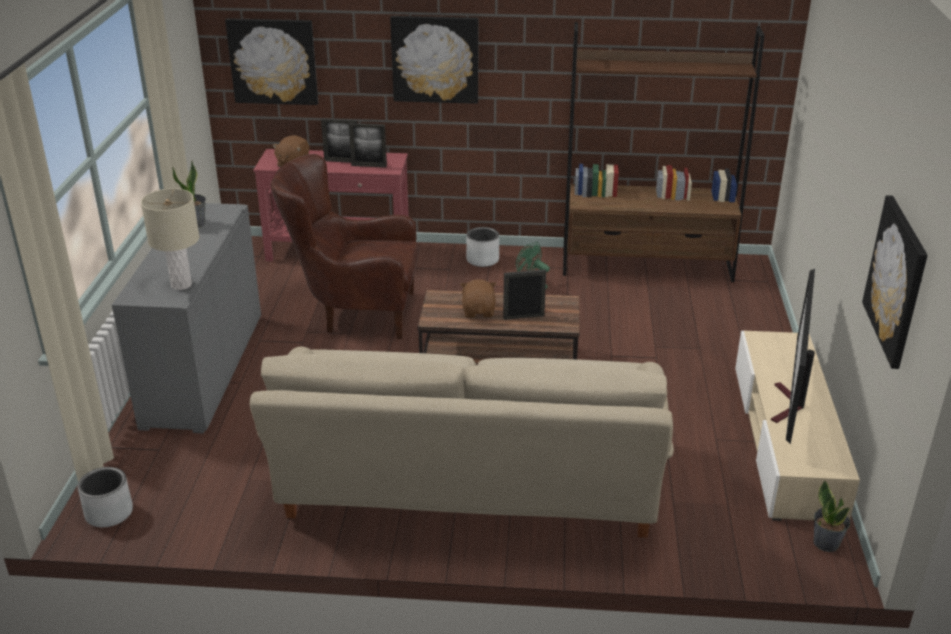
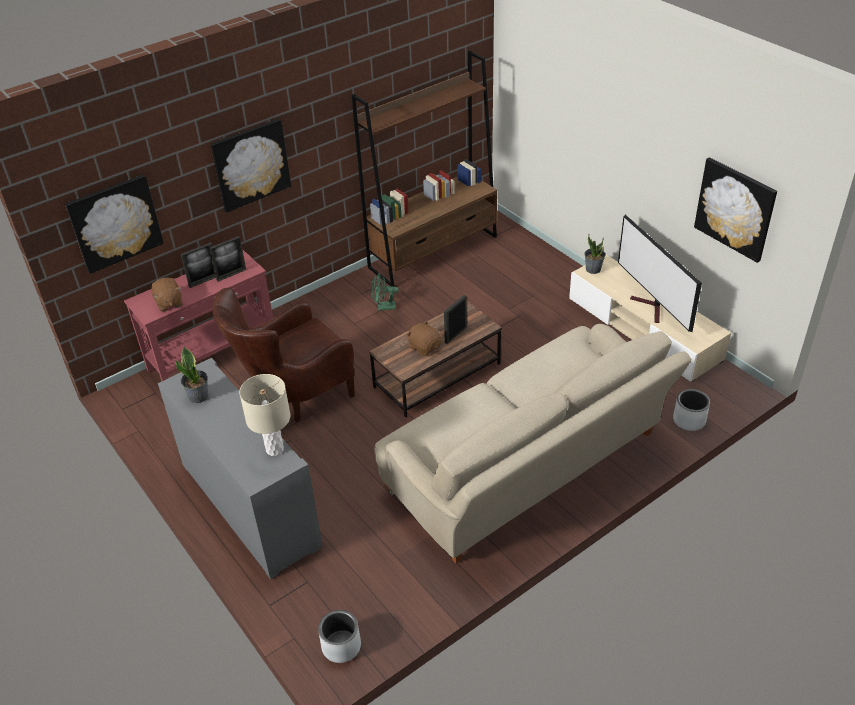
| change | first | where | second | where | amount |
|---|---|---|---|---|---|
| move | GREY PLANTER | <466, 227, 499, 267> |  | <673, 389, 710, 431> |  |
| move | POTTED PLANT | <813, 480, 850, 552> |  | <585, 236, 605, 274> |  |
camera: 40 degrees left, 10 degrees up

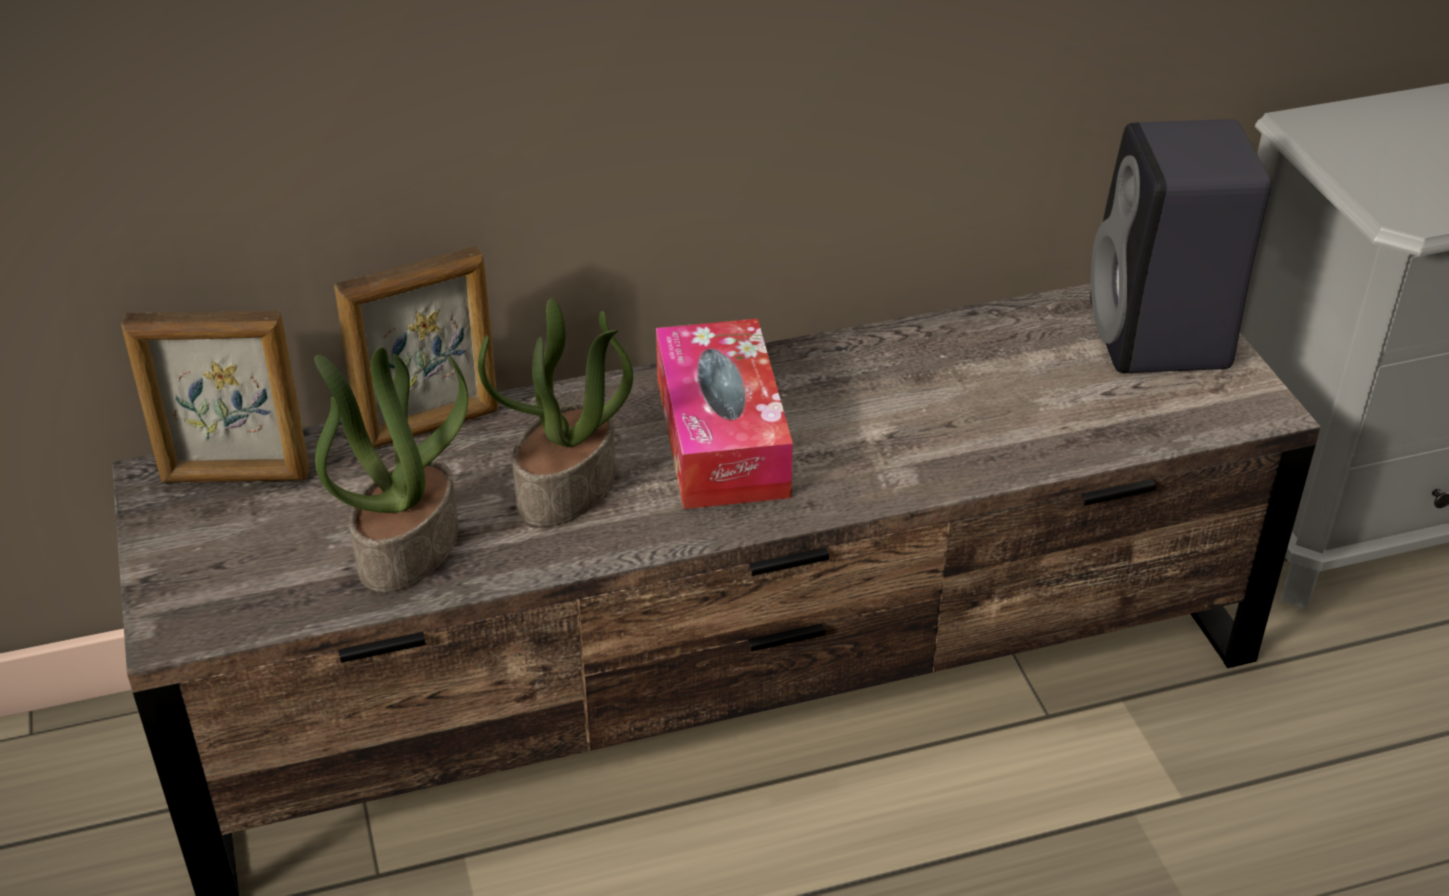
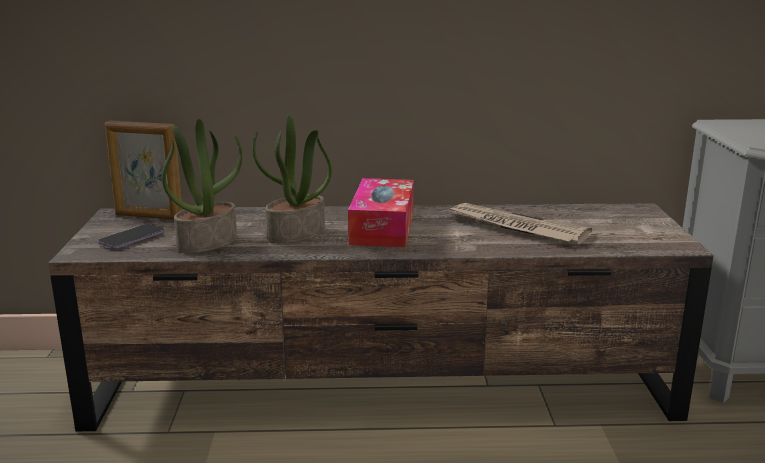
| change | first | where | second | where | amount |
|---|---|---|---|---|---|
| delete | PICTURE FRAME | <334, 246, 498, 448> |  |  |  |
| delete | BLACK SPEAKER | <1090, 119, 1271, 373> |  |  |  |
| insert |  |  | PHONE | <98, 224, 164, 249> |  |
| insert |  |  | NEWSPAPER | <446, 203, 592, 244> |  |
camera: 15 degrees right, 20 degrees down

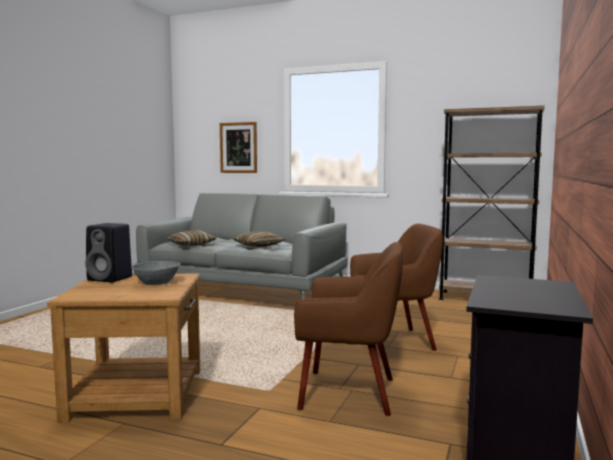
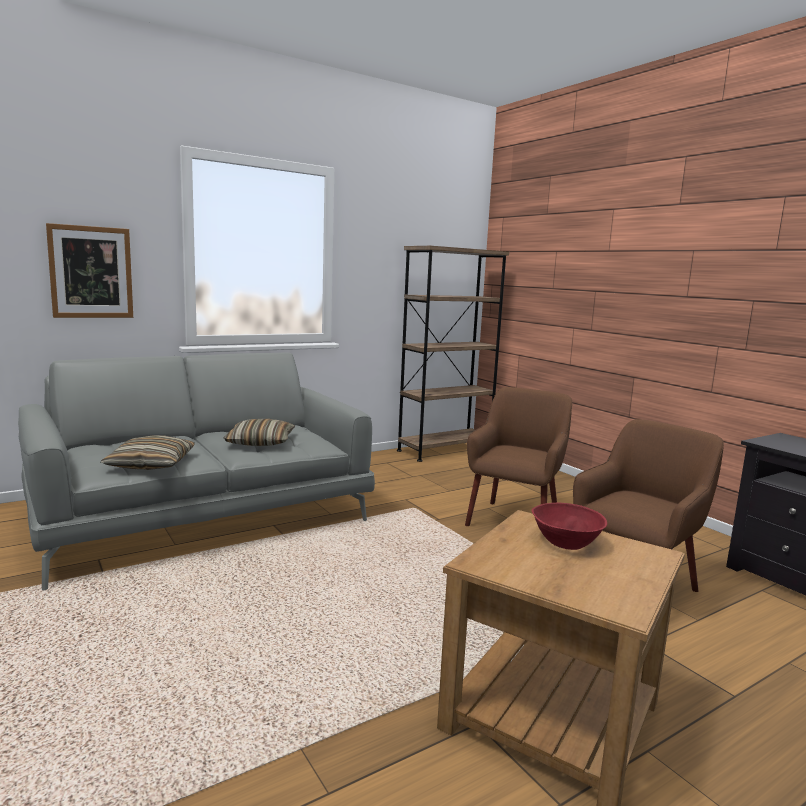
| change | first | where | second | where | amount |
|---|---|---|---|---|---|
| delete | BLACK SPEAKER | <85, 223, 132, 282> |  |  |  |
| recolor | GREY BOWL | <131, 261, 181, 285> | RED BOWL | <532, 503, 607, 550> |  |
camera: 55 degrees left, 5 degrees up

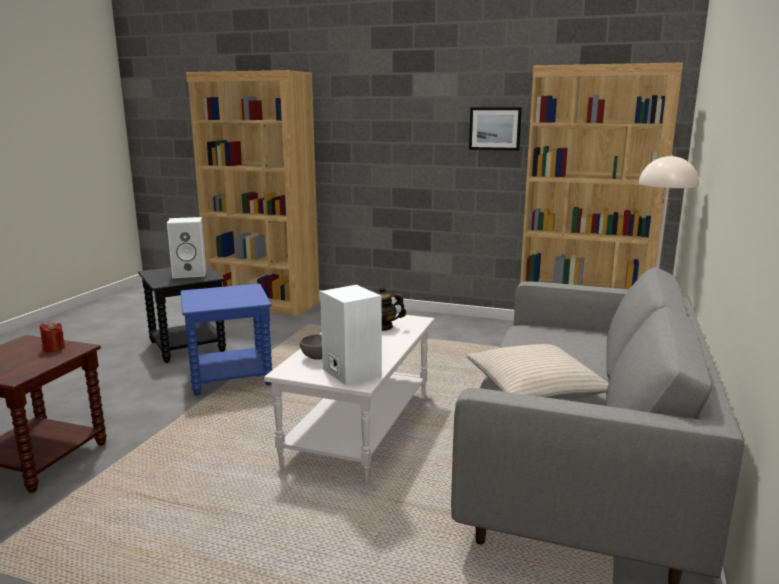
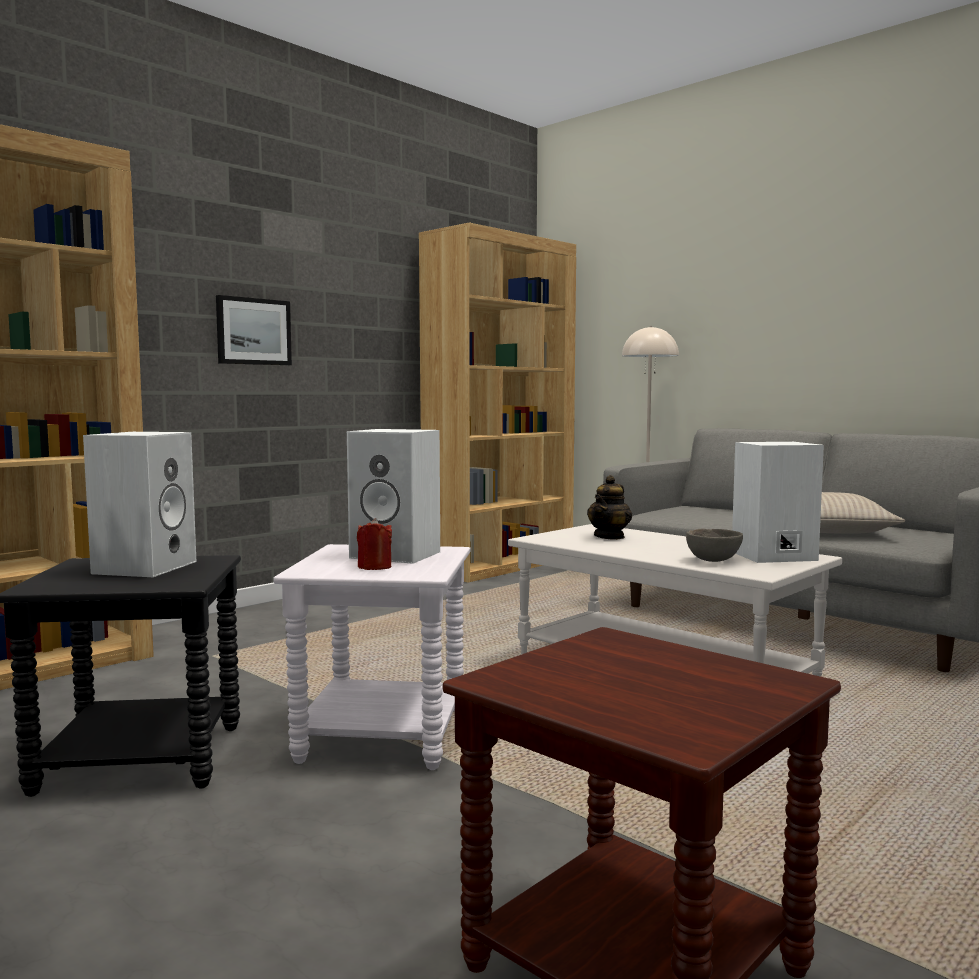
| change | first | where | second | where | amount |
|---|---|---|---|---|---|
| move | RED CANDLE | <40, 321, 65, 352> |  | <357, 518, 392, 570> |  |
| recolor | BLUE SIDE TABLE | <180, 284, 272, 395> | WHITE SIDE TABLE | <273, 544, 471, 770> |  |
| move | PICTURE | <469, 107, 522, 151> |  | <216, 295, 292, 365> |  |
| insert |  |  | WHITE SPEAKER | <347, 429, 440, 564> |  |
camera: 65 degrees left, 10 degrees down

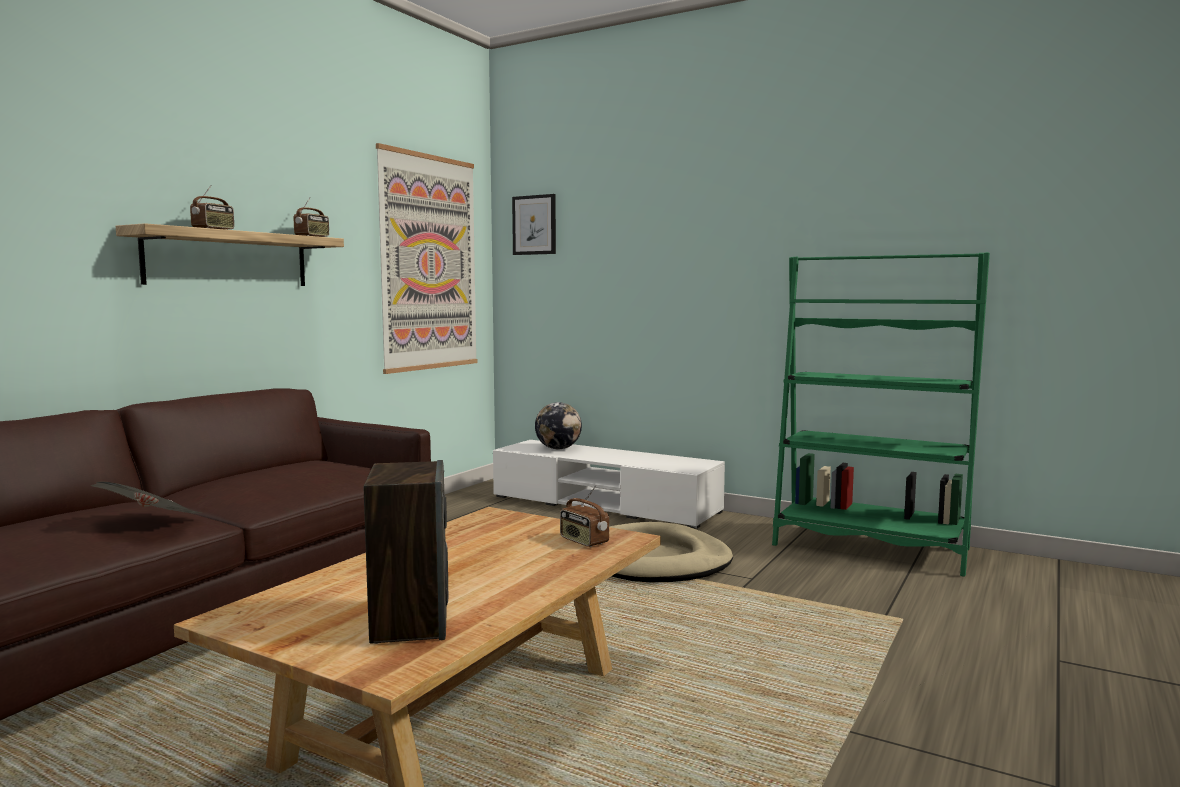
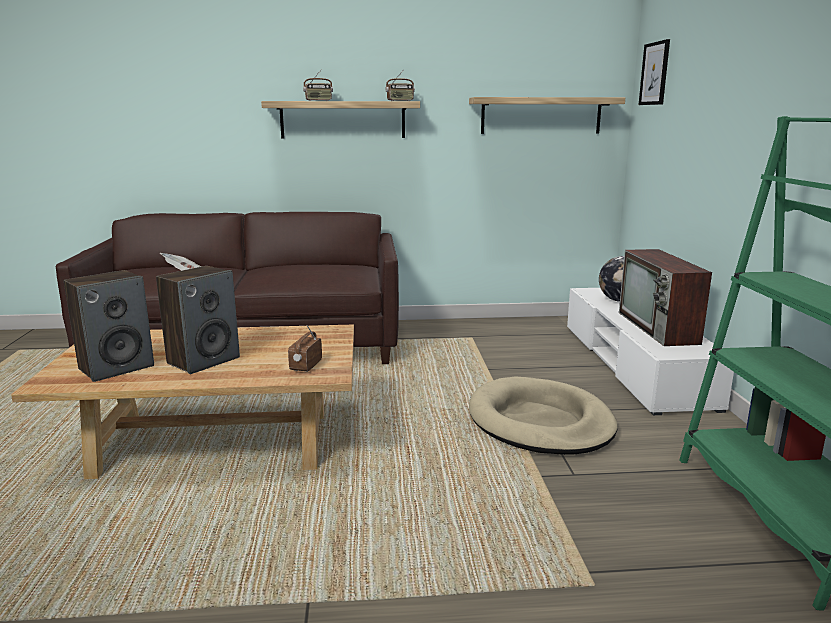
| change | first | where | second | where | amount |
|---|---|---|---|---|---|
| replace | PICTURE | <376, 143, 478, 374> | SHELF | <469, 97, 625, 134> |  |
| insert |  |  | SPEAKER | <156, 266, 240, 374> |  |
| insert |  |  | TELEVISION | <619, 249, 712, 346> |  |
camera: 55 degrees right, 10 degrees up

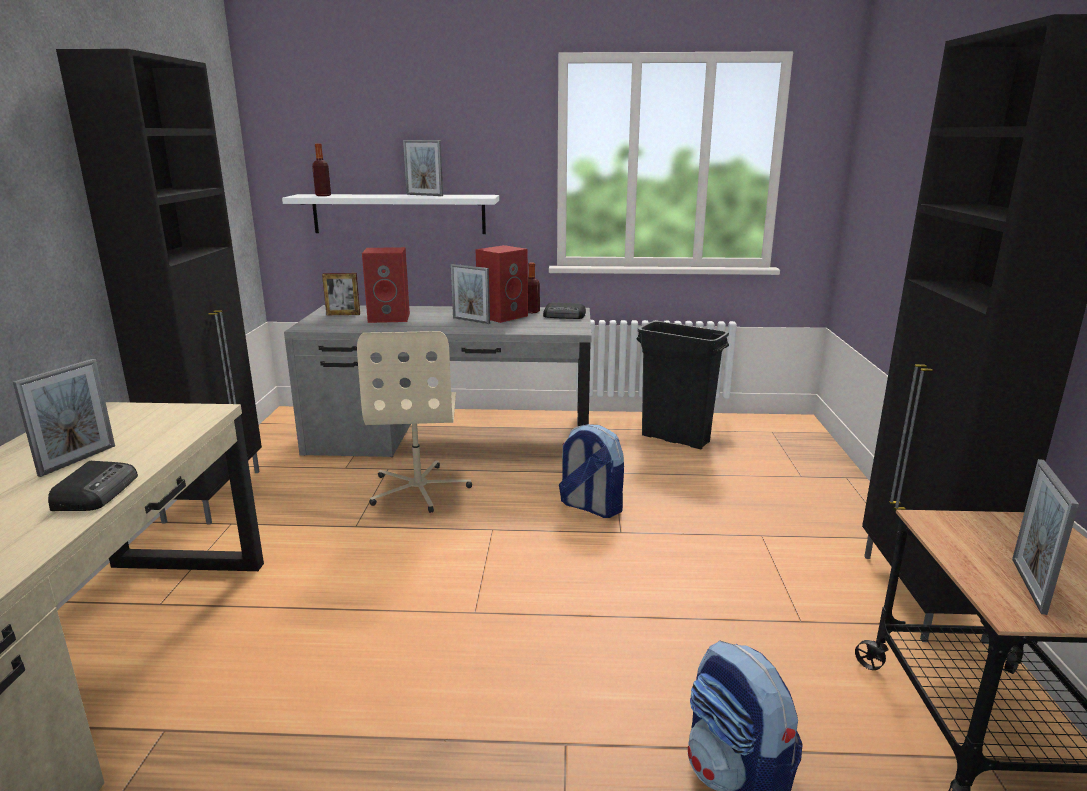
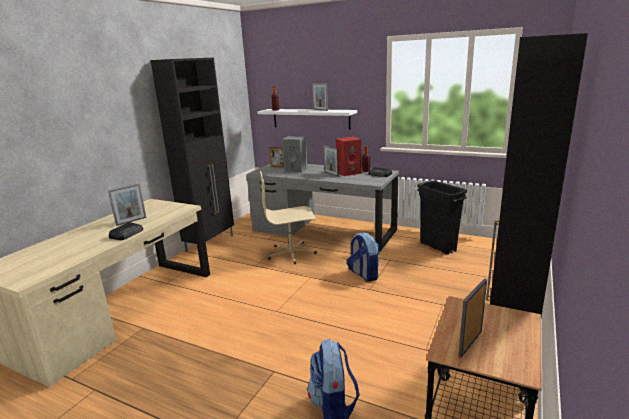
| change | first | where | second | where | amount |
|---|---|---|---|---|---|
| rotate | BEIGE OFFICE CHAIR | <357, 331, 472, 513> |  | <260, 171, 317, 265> | 60 degrees clockwise |
| recolor | RED SPEAKER | <362, 247, 410, 323> | GREY SPEAKER | <282, 136, 307, 173> |  |
camera: 25 degrees right, 0 degrees up

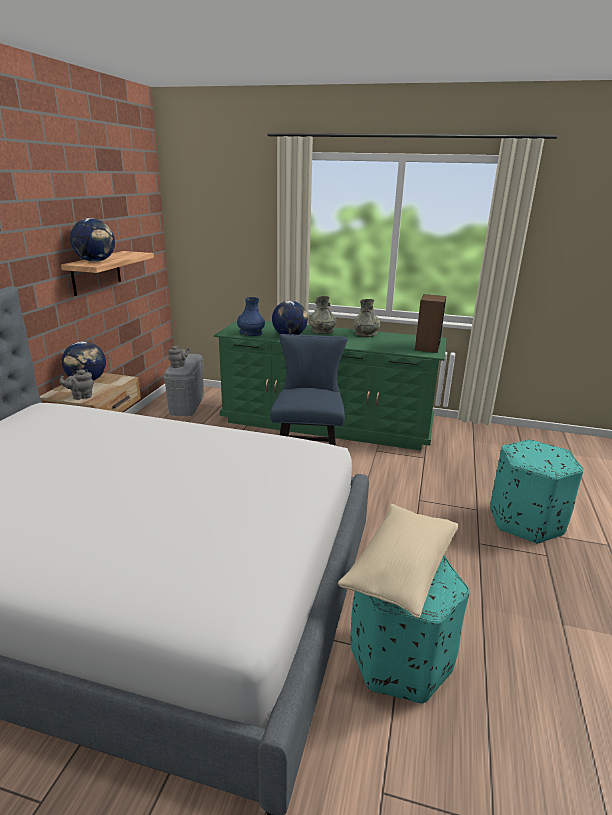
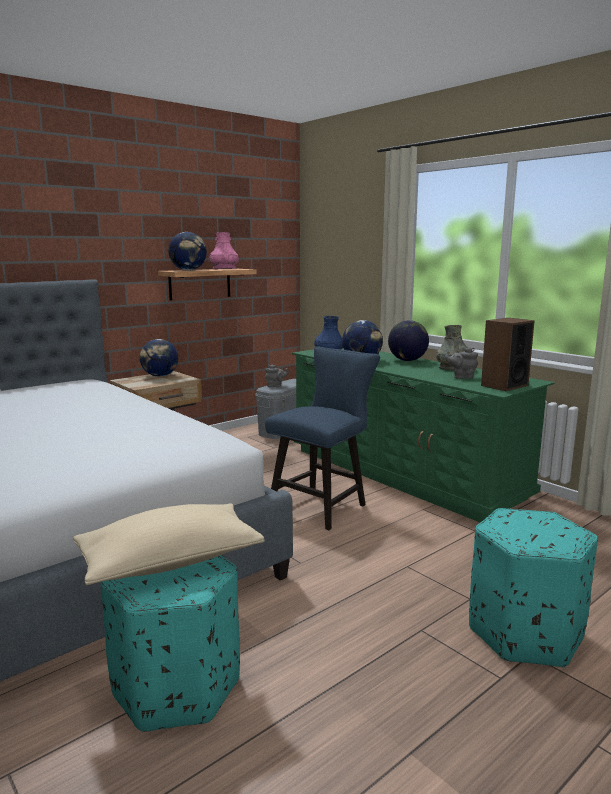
| change | first | where | second | where | amount |
|---|---|---|---|---|---|
| move | GREY TEAPOT | <59, 369, 94, 400> |  | <445, 347, 478, 379> |  |
| replace | GREY VASE | <309, 296, 336, 334> | GLOBE | <388, 320, 429, 361> |  |
| insert |  |  | PINK VASE | <209, 232, 239, 269> |  |
camera: 35 degrees right, 10 degrees down

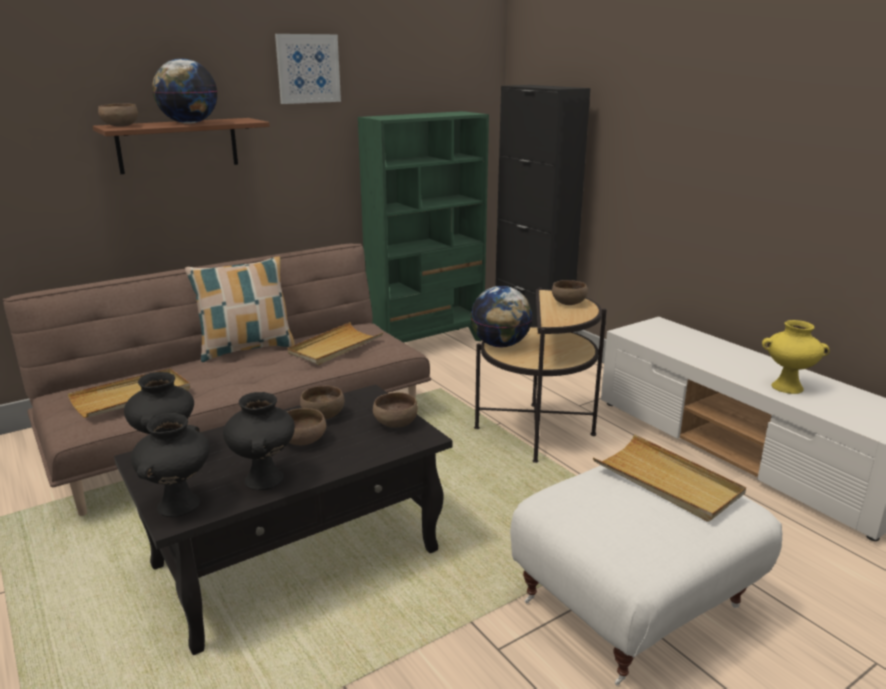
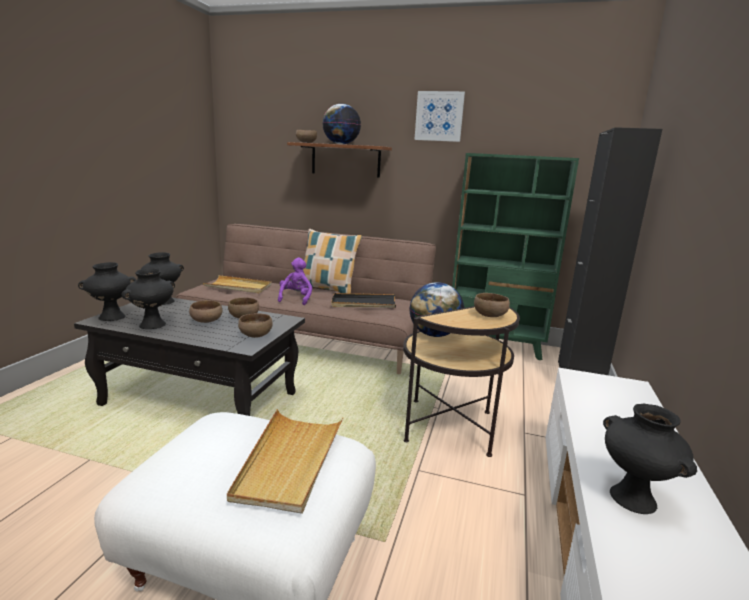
| change | first | where | second | where | amount |
|---|---|---|---|---|---|
| recolor | BEIGE TRAY | <288, 322, 383, 365> | BLACK TRAY | <331, 293, 396, 308> |  |
| recolor | YELLOW VASE | <762, 320, 830, 394> | BLACK VASE | <603, 403, 697, 514> |  |
| insert |  |  | PURPLE PLUSH TOY | <278, 258, 312, 305> |  |
camera: 50 degrees right, 5 degrees down

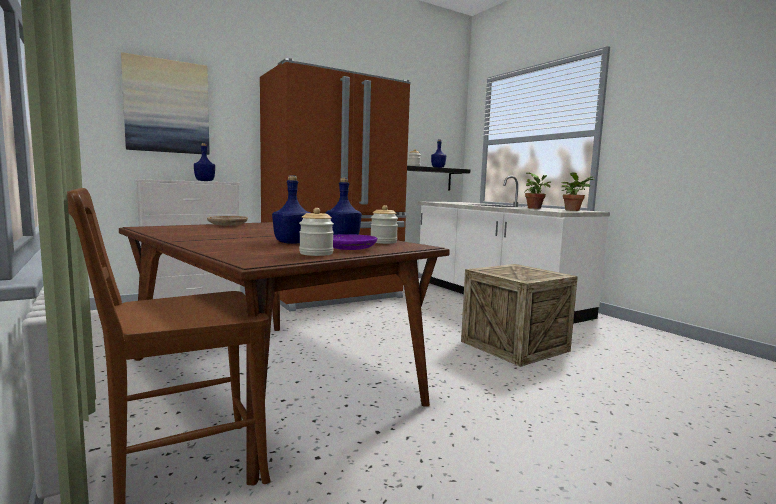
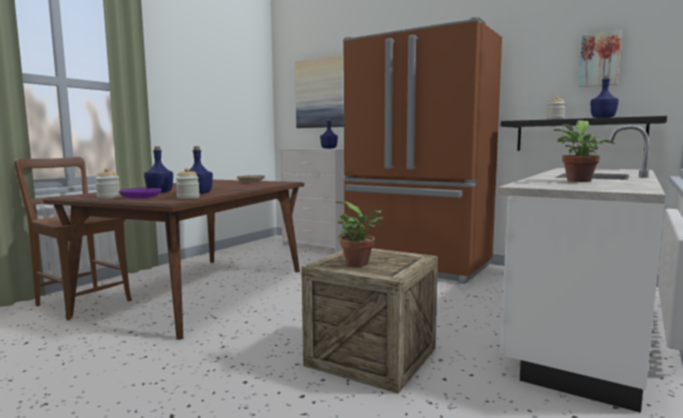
| change | first | where | second | where | amount |
|---|---|---|---|---|---|
| move | POTTED PLANT | <561, 173, 594, 211> |  | <336, 201, 384, 267> |  |
| insert |  |  | PICTURE | <579, 30, 621, 87> |  |
camera: 65 degrees right, 0 degrees up

